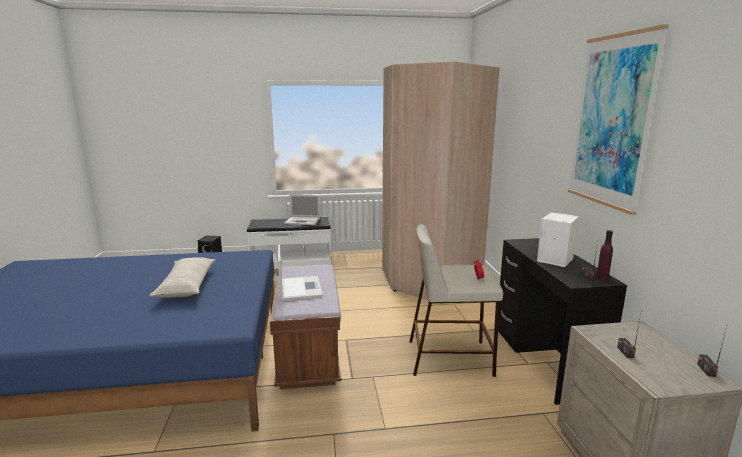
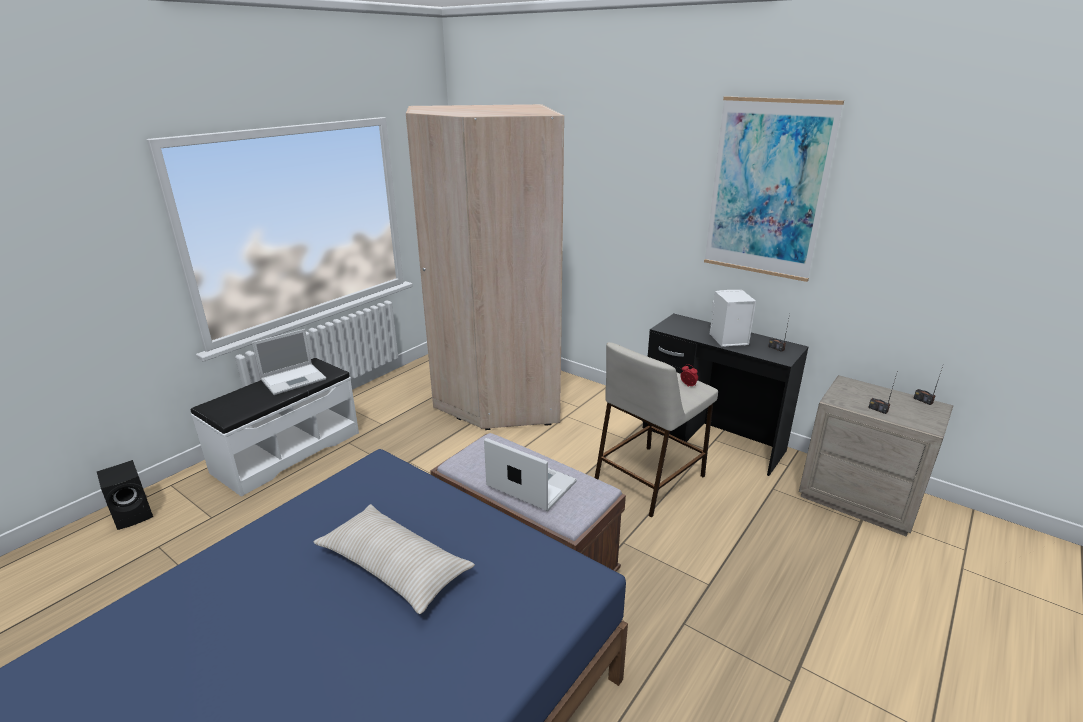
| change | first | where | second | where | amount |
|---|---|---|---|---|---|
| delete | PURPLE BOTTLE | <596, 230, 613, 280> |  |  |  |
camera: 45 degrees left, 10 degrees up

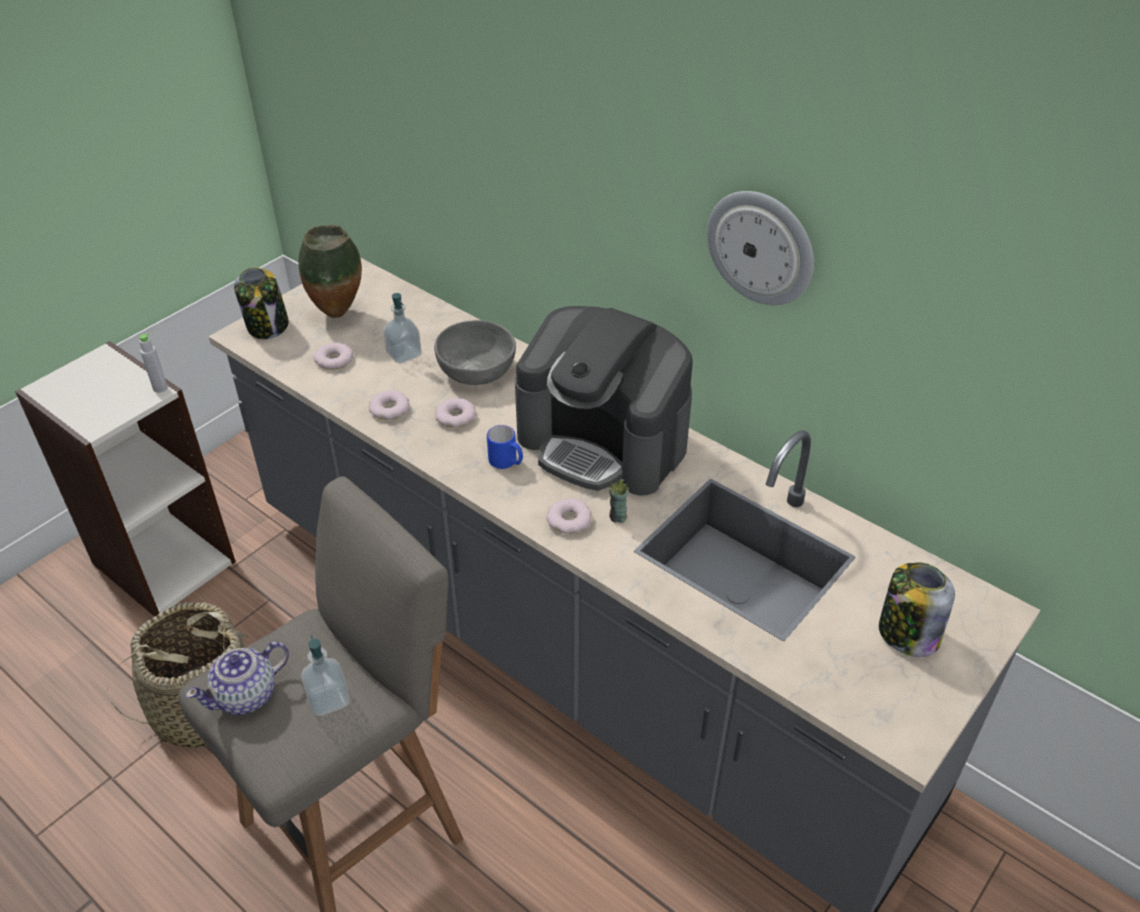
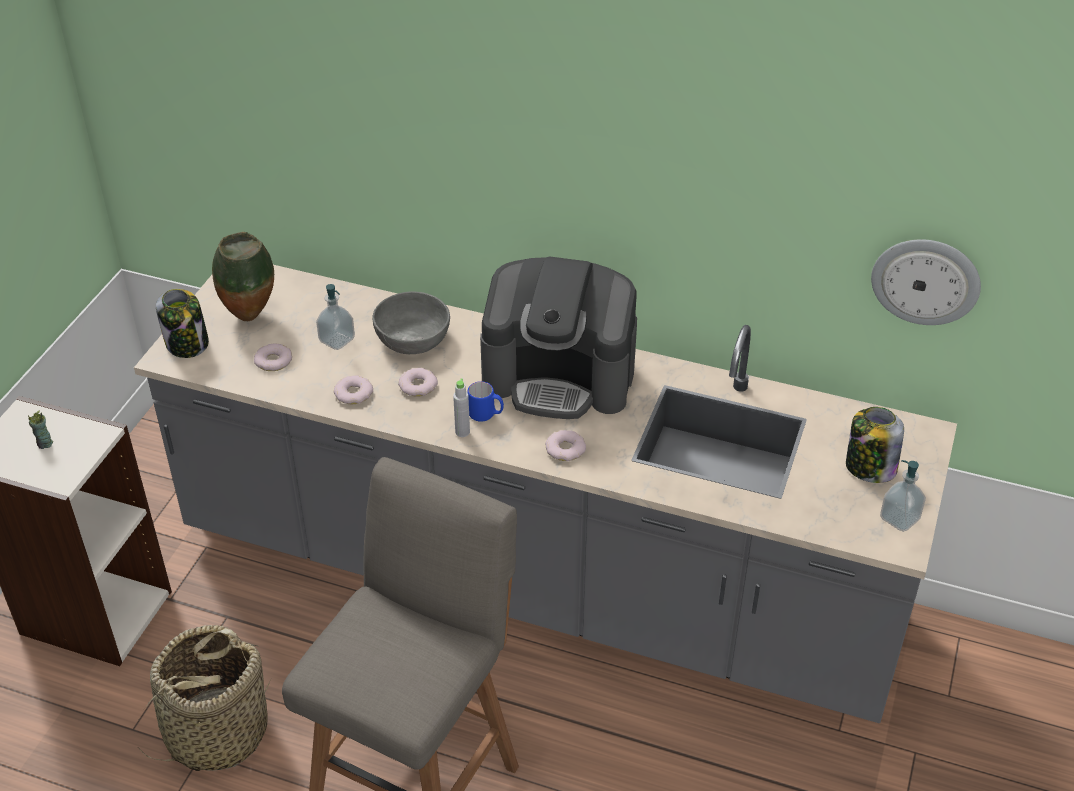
| change | first | where | second | where | amount |
|---|---|---|---|---|---|
| move | GREY BOTTLE | <139, 333, 168, 393> |  | <453, 378, 470, 437> |  |
| delete | TEAPOT | <185, 641, 289, 715> |  |  |  |
| move | SOAP DISPENSER | <301, 635, 350, 716> |  | <880, 460, 926, 532> |  |
| move | CUP | <609, 479, 629, 523> |  | <28, 410, 53, 449> |  |
| move | WALL CLOCK | <707, 191, 814, 305> |  | <871, 239, 981, 325> |  |
camera: 20 degrees left, 0 degrees up

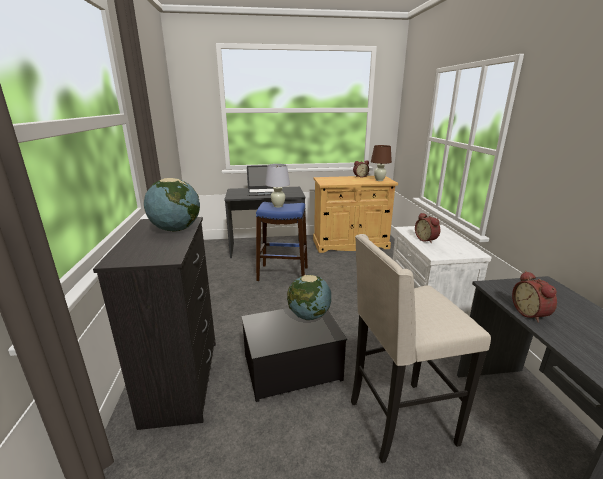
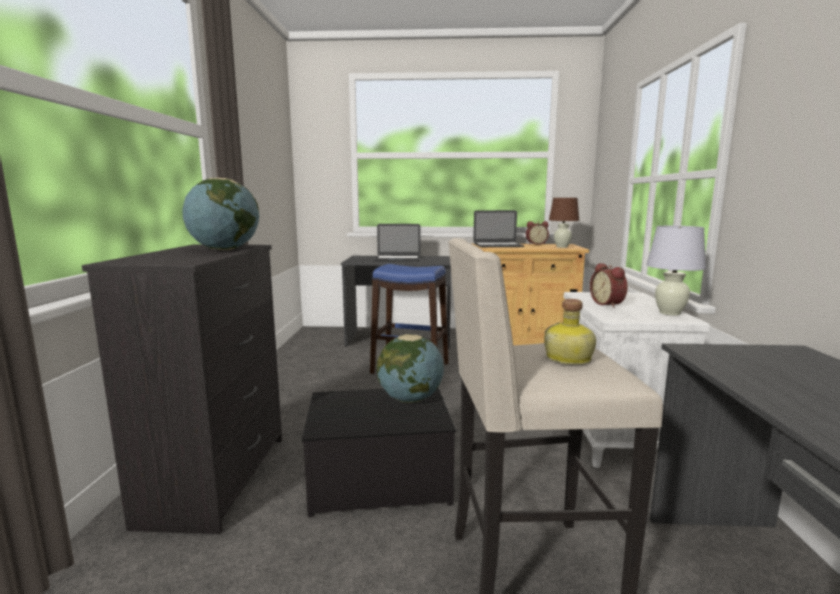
| change | first | where | second | where | amount |
|---|---|---|---|---|---|
| move | WHITE TABLE LAMP | <265, 164, 290, 208> |  | <646, 226, 706, 315> |  |
| delete | ALARM CLOCK | <512, 271, 557, 323> |  |  |  |
| insert |  |  | LAPTOP | <473, 210, 524, 247> |  |
| insert |  |  | BOTTLE | <544, 299, 596, 365> |  |
camera: 10 degrees right, 10 degrees down

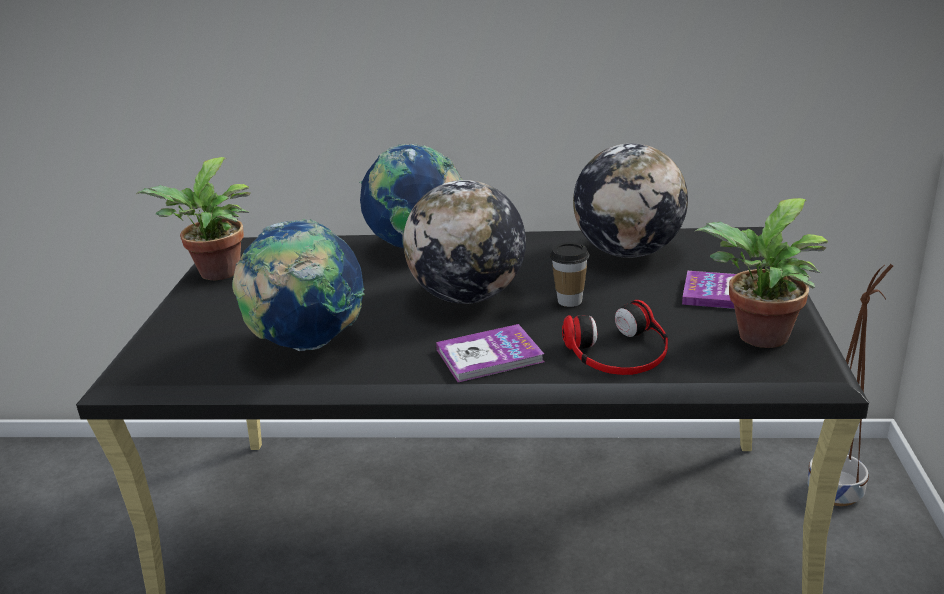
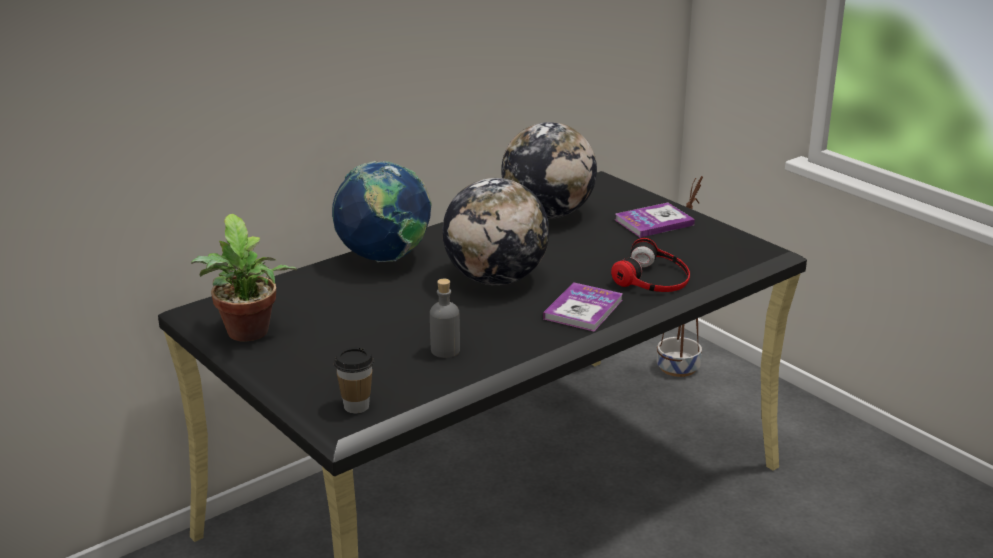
| change | first | where | second | where | amount |
|---|---|---|---|---|---|
| replace | GLOBE | <232, 219, 365, 351> | GREY BOTTLE | <430, 279, 460, 358> |  |
| move | CUP | <550, 242, 589, 307> |  | <334, 347, 374, 413> |  |
| delete | POTTED PLANT | <695, 198, 828, 348> |  |  |  |
camera: 45 degrees left, 0 degrees up

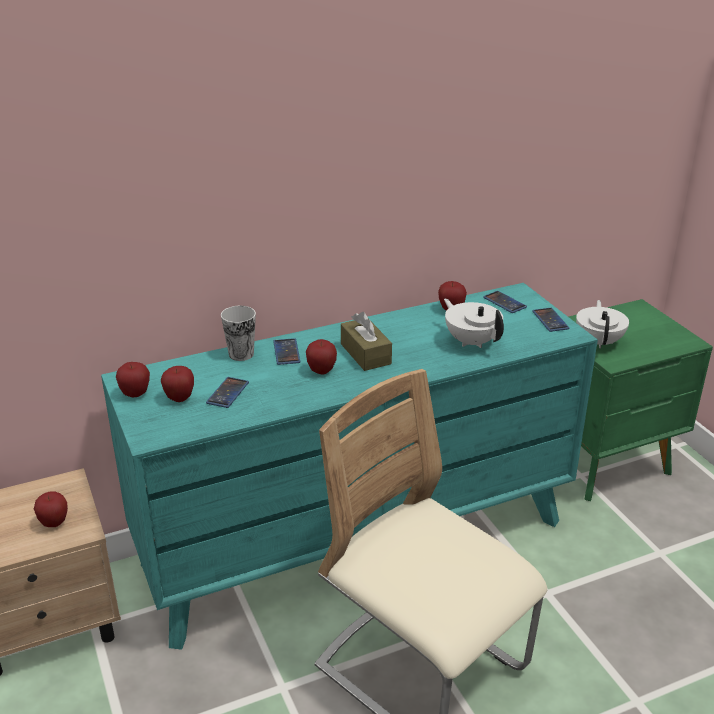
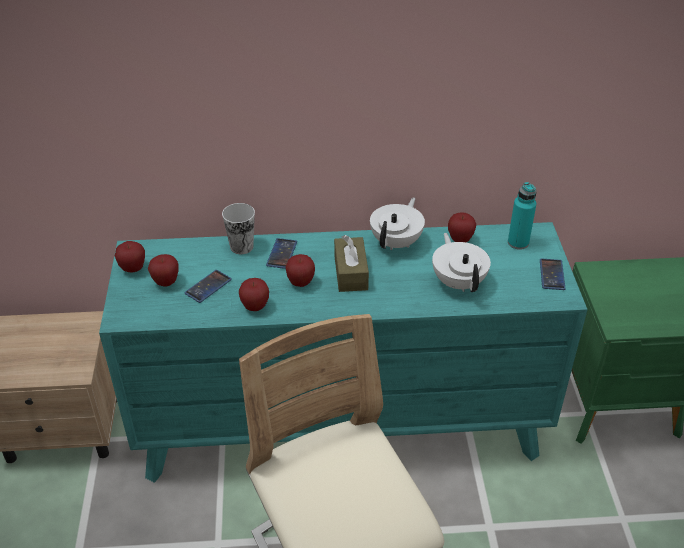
| change | first | where | second | where | amount |
|---|---|---|---|---|---|
| move | APPLE | <34, 491, 68, 527> |  | <239, 278, 269, 311> |  |
| replace | PHONE | <483, 291, 527, 313> | TURQUOISE BOTTLE | <508, 182, 536, 250> |  |
| move | WHITE TEAPOT | <576, 300, 629, 349> |  | <370, 197, 425, 250> |  |
camera: 20 degrees right, 10 degrees up

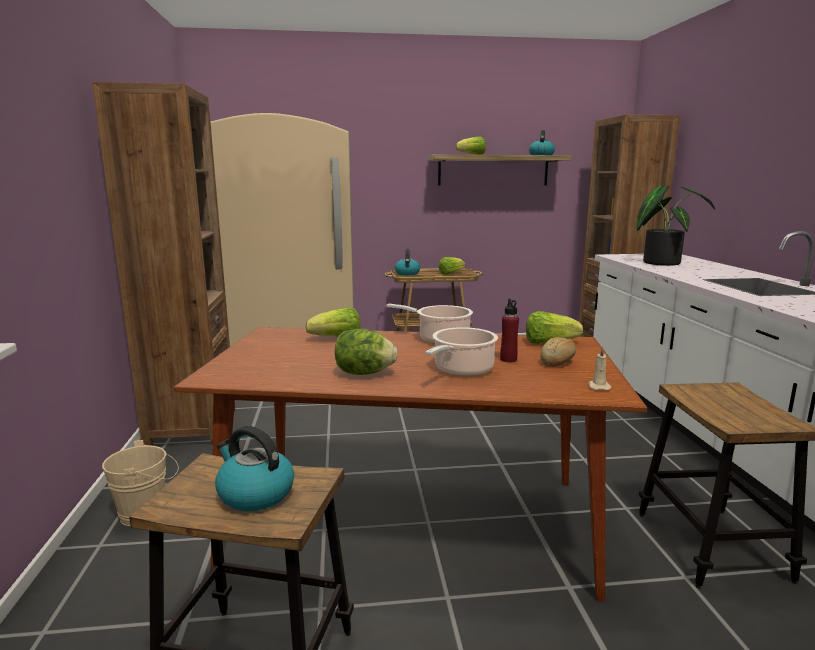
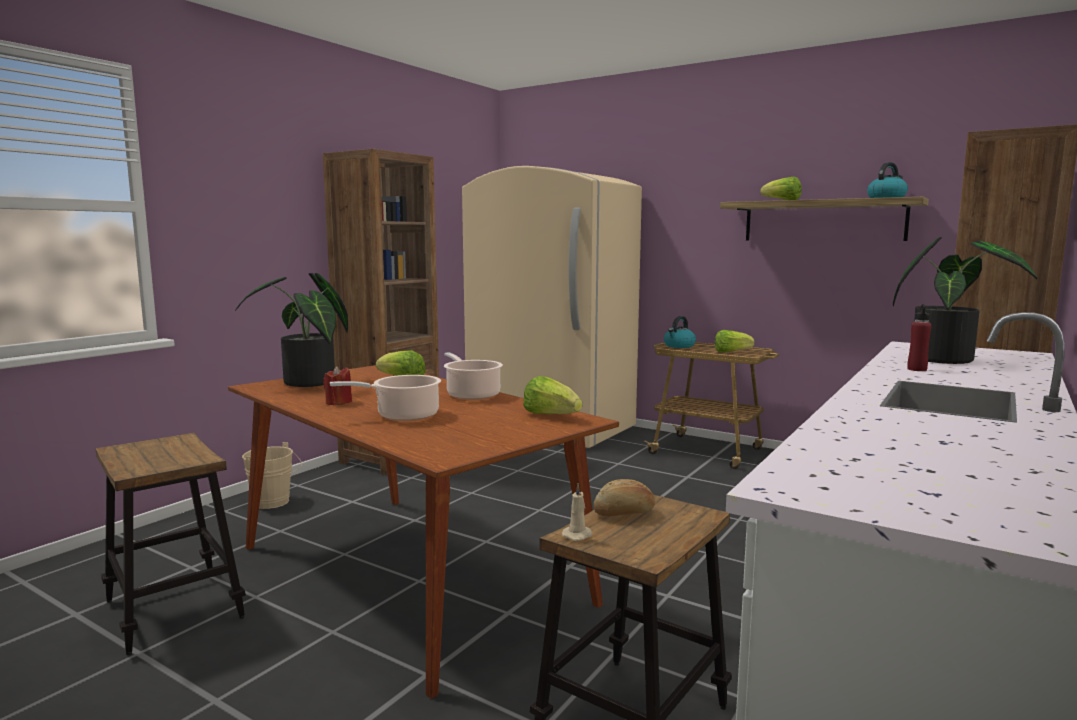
| change | first | where | second | where | amount |
|---|---|---|---|---|---|
| delete | KETTLE | <215, 426, 294, 511> |  |  |  |
| replace | LETTUCE | <335, 329, 398, 375> | RED CANDLE | <323, 366, 352, 405> |  |
| move | RED BOTTLE | <500, 298, 519, 362> |  | <907, 304, 932, 371> |  |
| move | BREAD | <541, 337, 576, 367> |  | <594, 479, 655, 516> |  |
| move | BEIGE CANDLE | <588, 347, 611, 391> |  | <562, 483, 592, 541> |  |
| insert |  |  | POTTED PLANT | <235, 273, 348, 387> |  |
camera: 40 degrees right, 5 degrees down

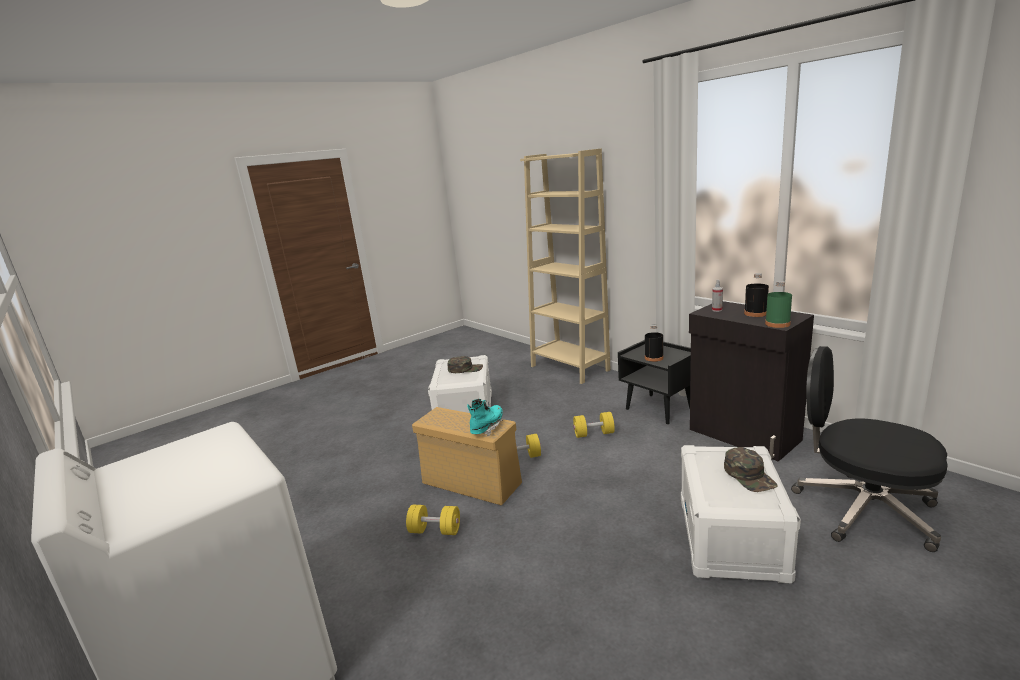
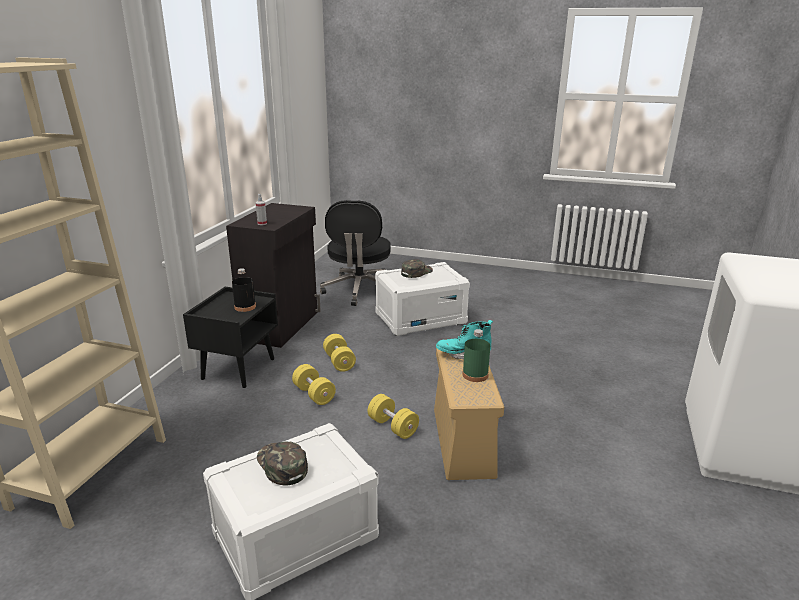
| change | first | where | second | where | amount |
|---|---|---|---|---|---|
| move | YELLOW DUMBBELL | <406, 505, 460, 535> |  | <323, 334, 356, 372> |  |
| delete | BLACK BOTTLE | <744, 273, 769, 317> |  |  |  |
| move | GREEN BOTTLE | <765, 281, 792, 328> |  | <462, 329, 490, 382> |  |
camera: 125 degrees left, 5 degrees up

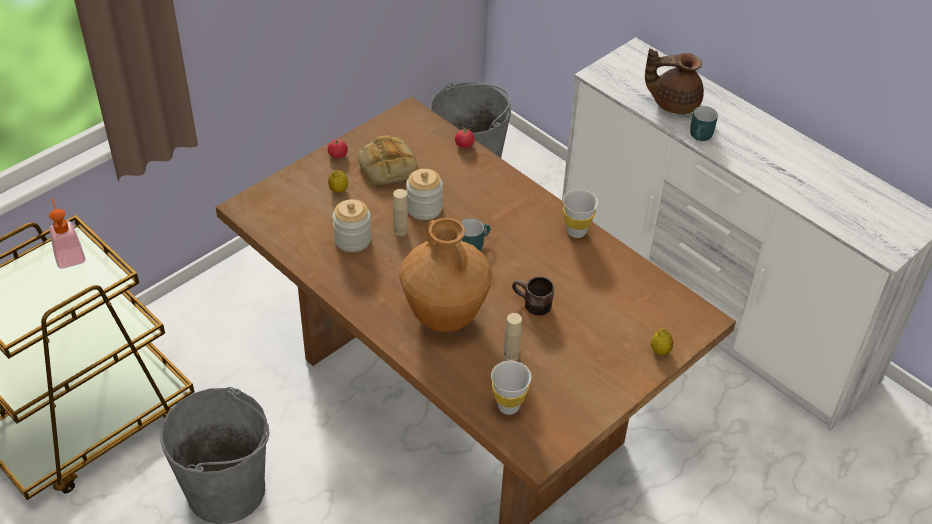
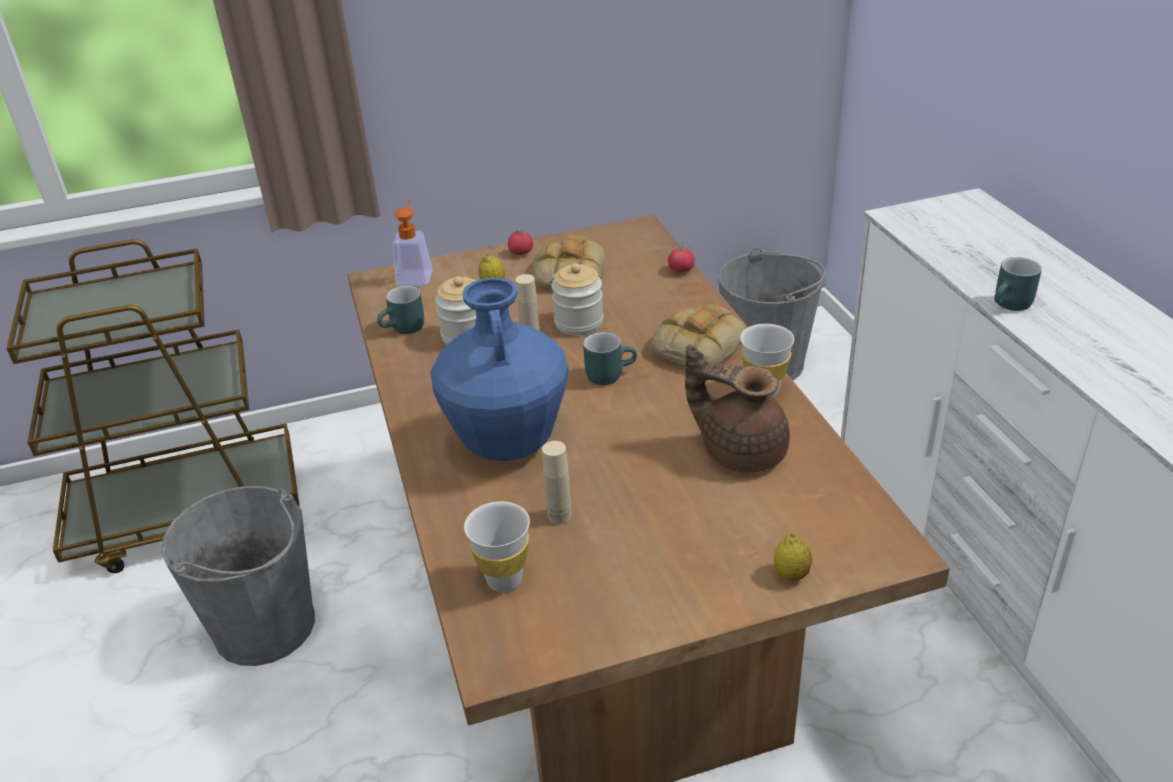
| change | first | where | second | where | amount |
|---|---|---|---|---|---|
| move | SOAP DISPENSER | <49, 198, 86, 269> |  | <393, 200, 433, 286> |  |
| recolor | BROWN VASE | <399, 218, 492, 332> | BLUE VASE | <430, 277, 569, 461> |  |
| delete | BROWN MUG | <512, 276, 554, 316> |  |  |  |
| move | BROWN TEAPOT | <645, 48, 704, 114> |  | <685, 344, 790, 473> |  |
| insert |  |  | TURQUOISE MUG | <377, 286, 424, 334> |  |
| insert |  |  | BREAD | <651, 304, 746, 366> |  |
camera: 30 degrees right, 10 degrees down

